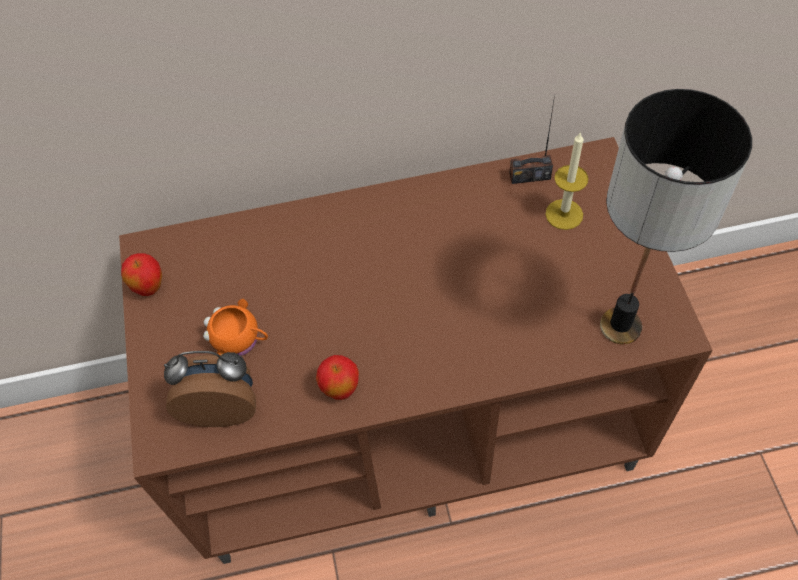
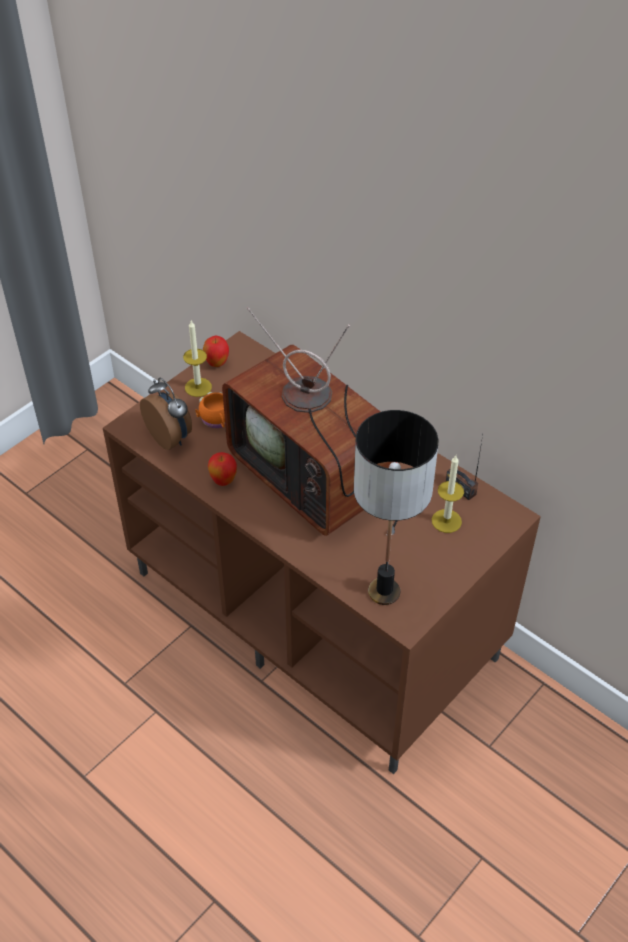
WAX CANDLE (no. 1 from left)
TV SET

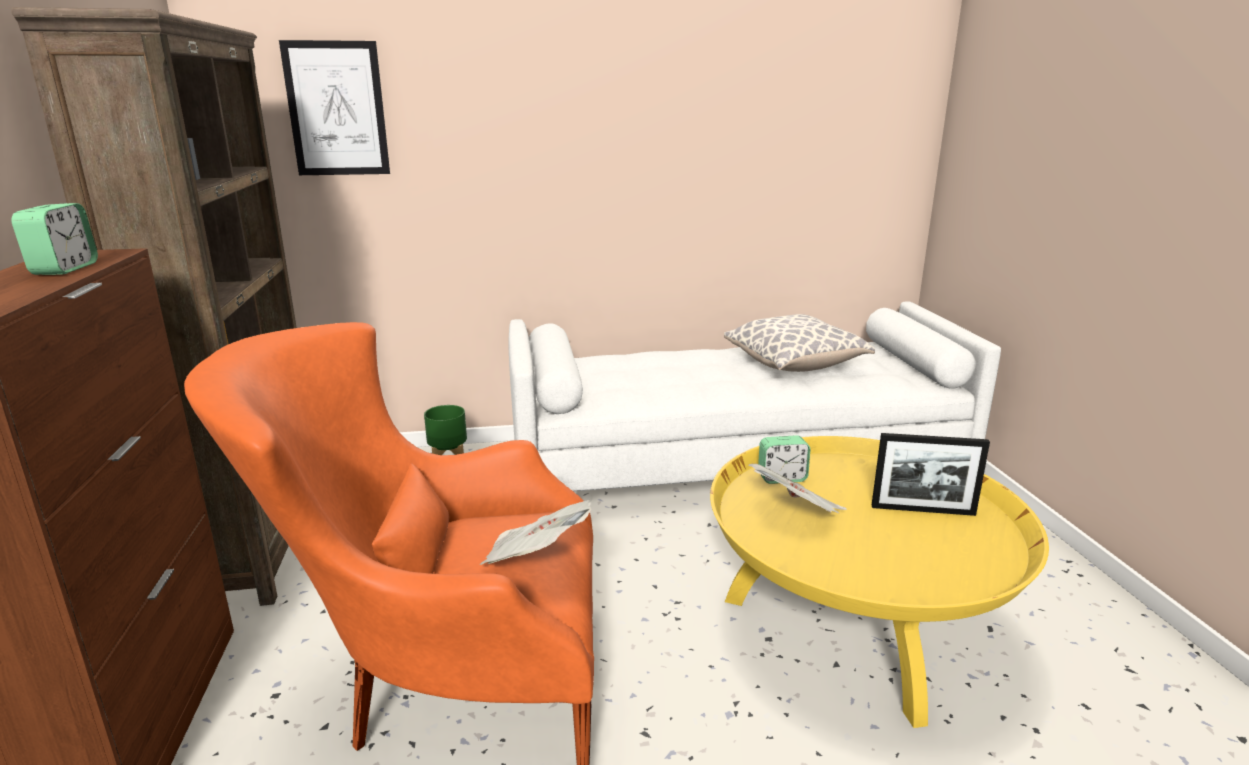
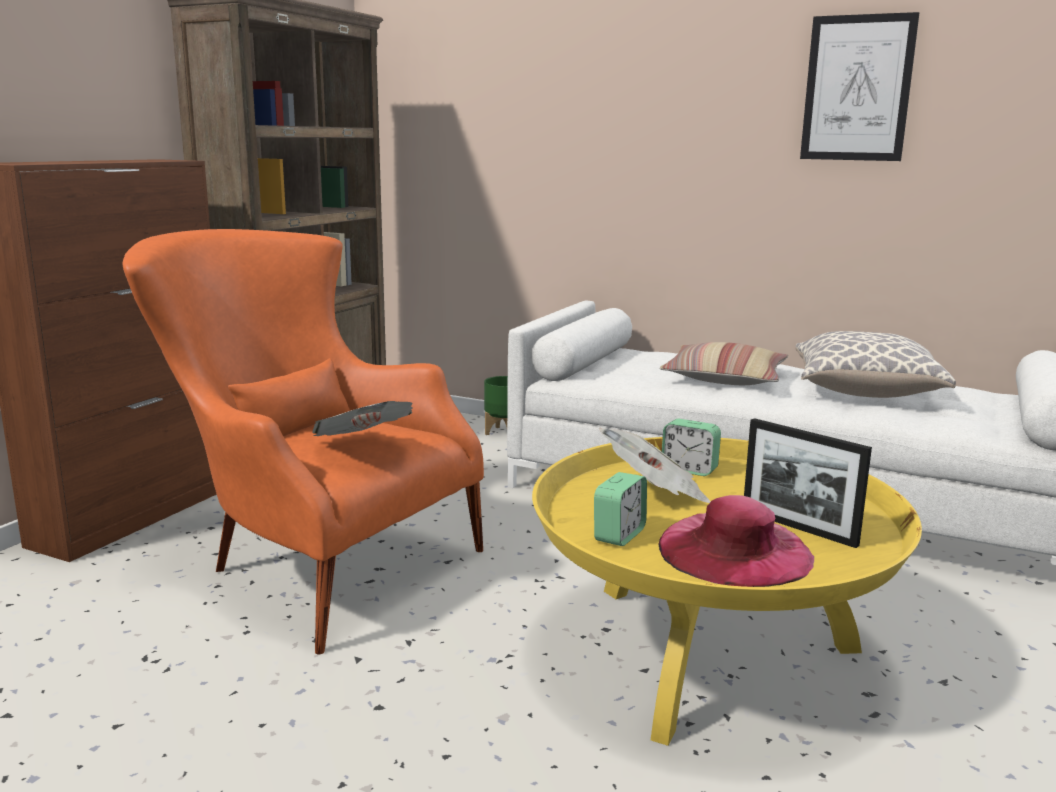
BEDSIDE CLOCK (no. 1 from left)
WALL PICTURE
PINK CLOTHING HAT
THROW PILLOW (no. 1 from left)

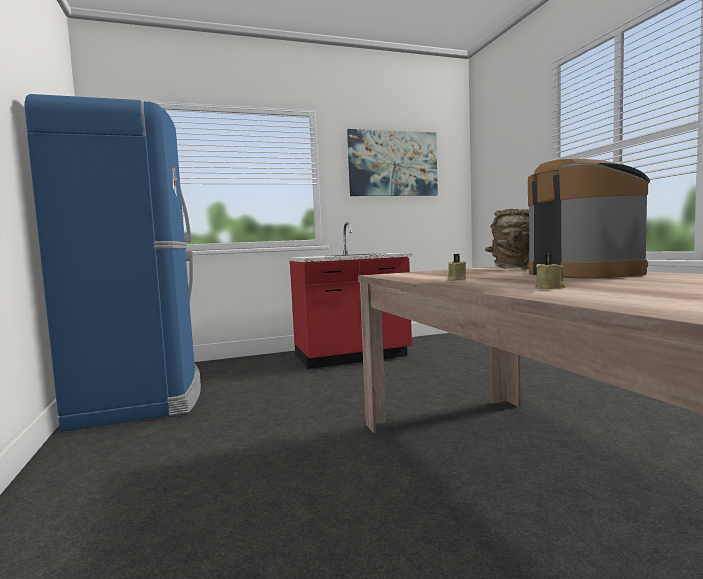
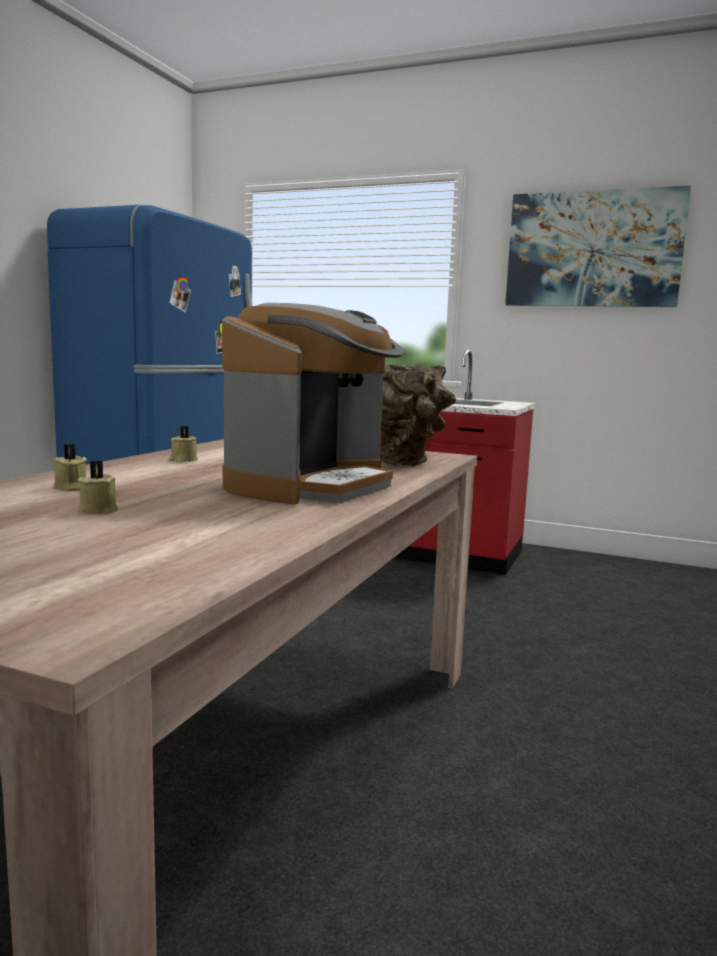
BEIGE-COLOURED WAX CANDLE (no. 2 from left)

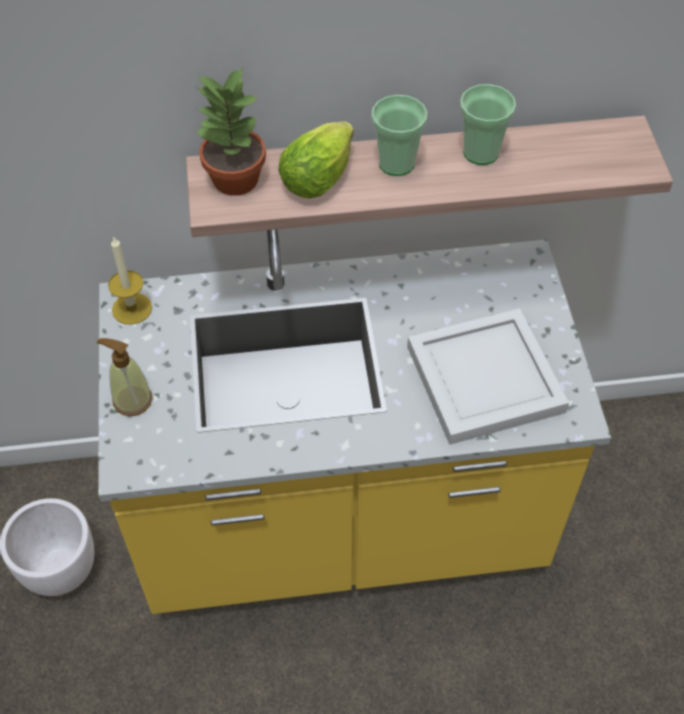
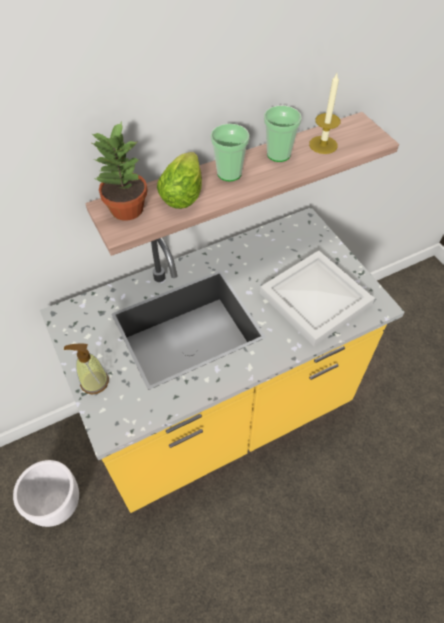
WAX CANDLE

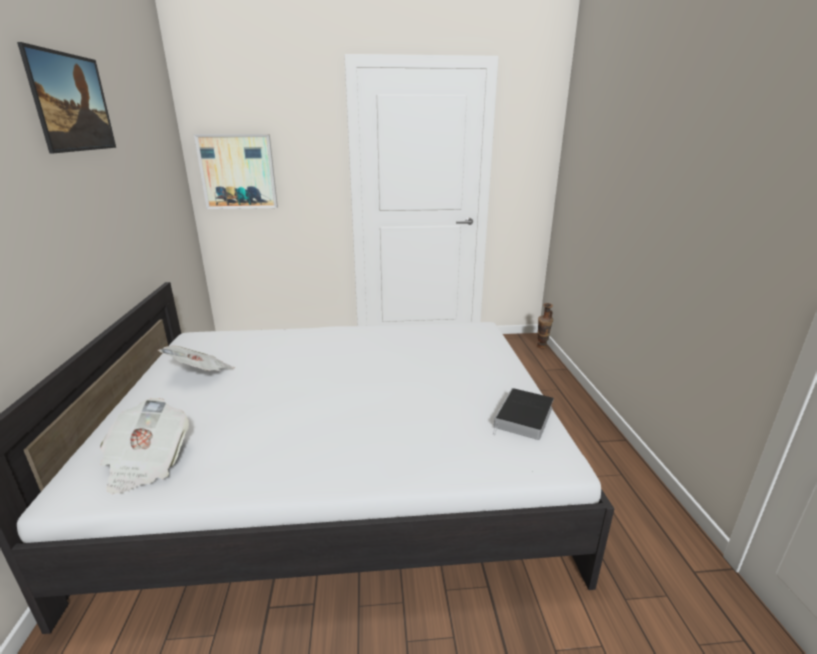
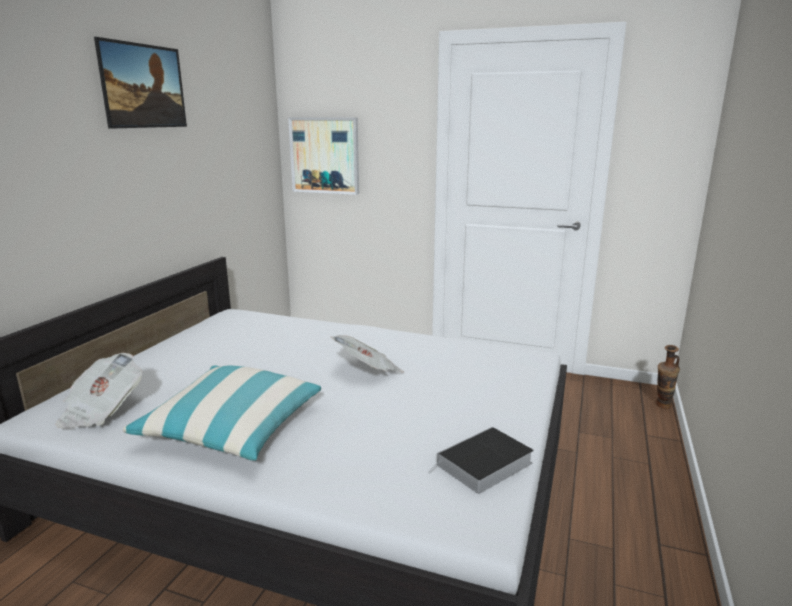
PRINTED PAPER (no. 2 from left)
THROW PILLOW

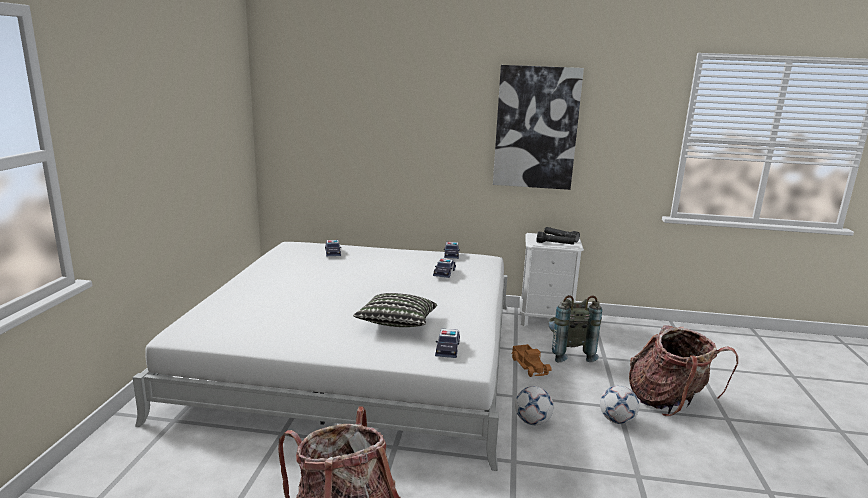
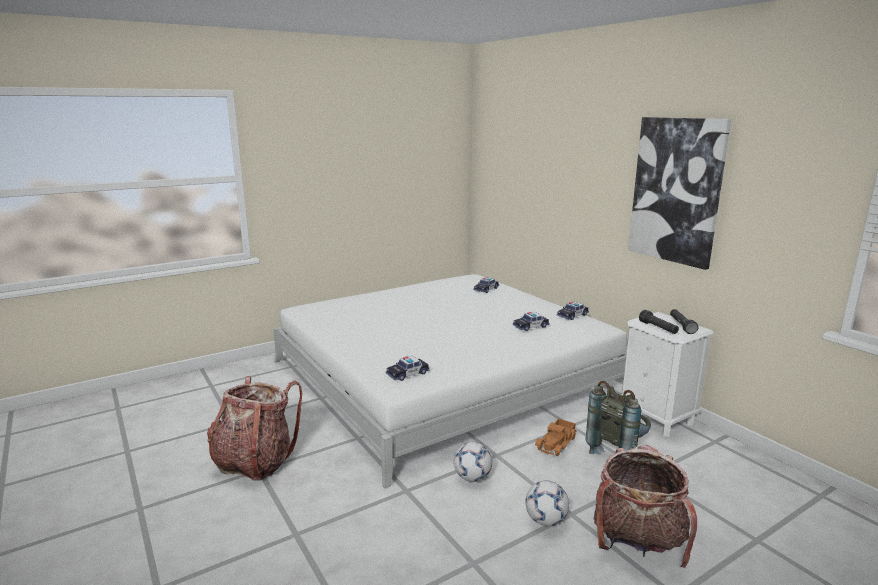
THROW PILLOW

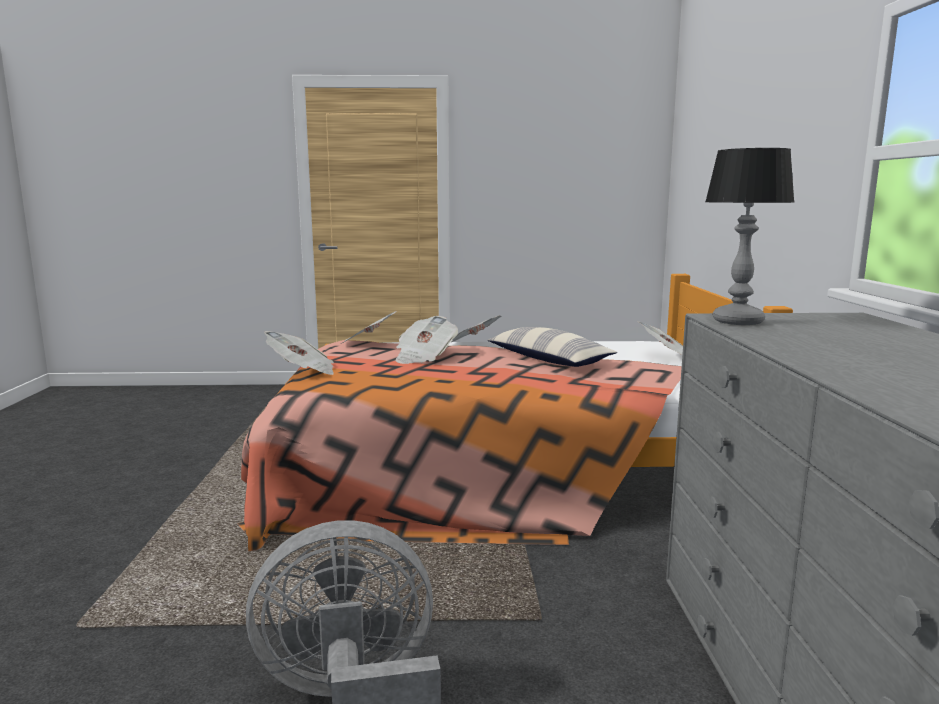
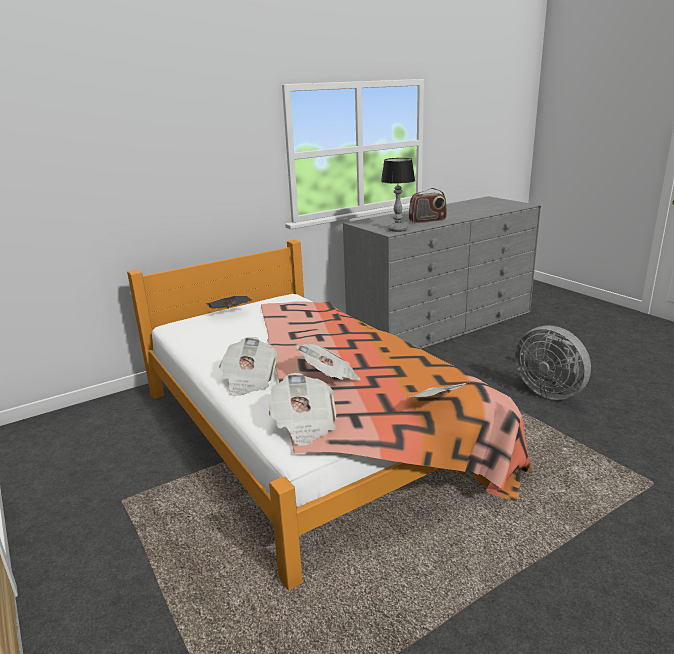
THROW PILLOW
RADIO

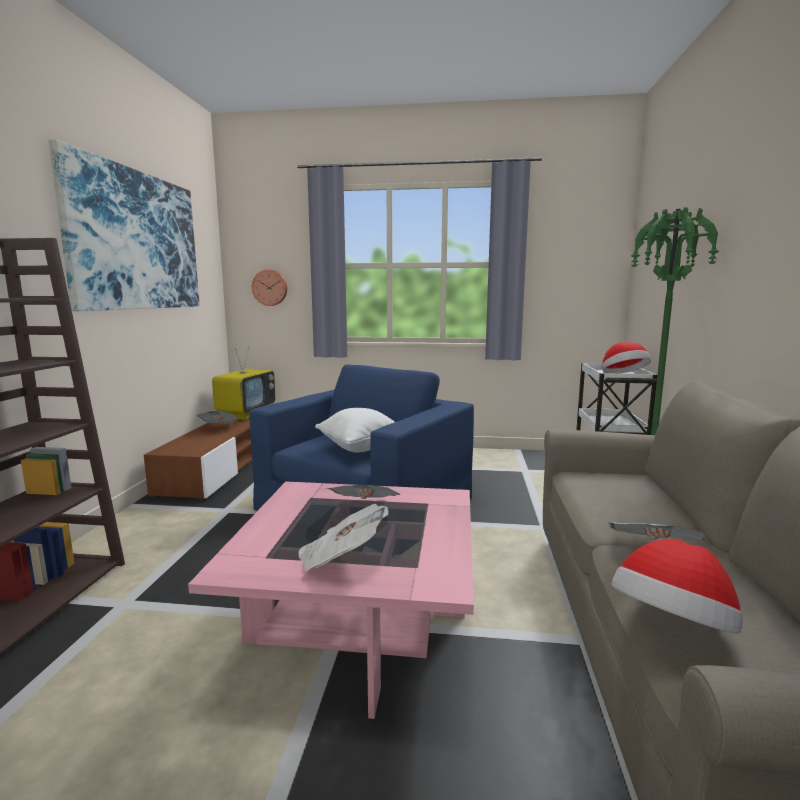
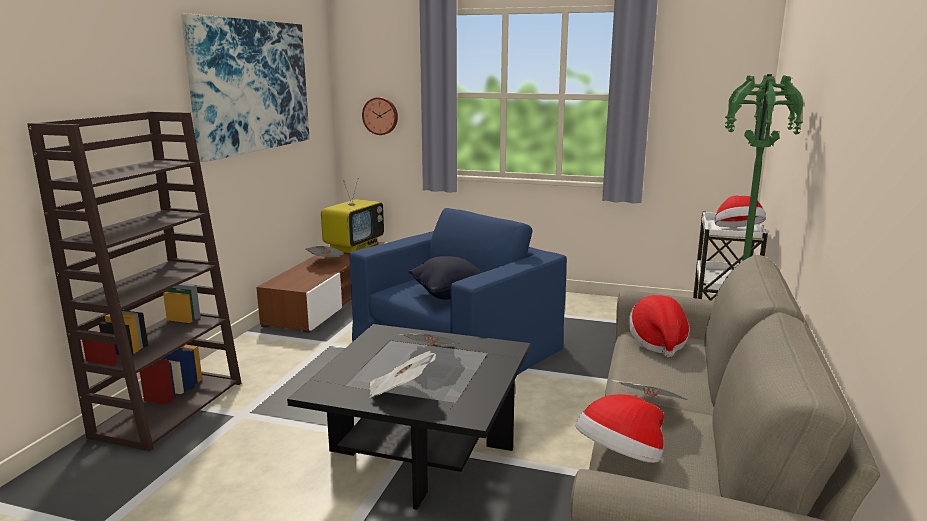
BLACKISH COFFEE TABLE
BLACKISH THROW PILLOW
CLOTHING HAT (no. 2 from left)

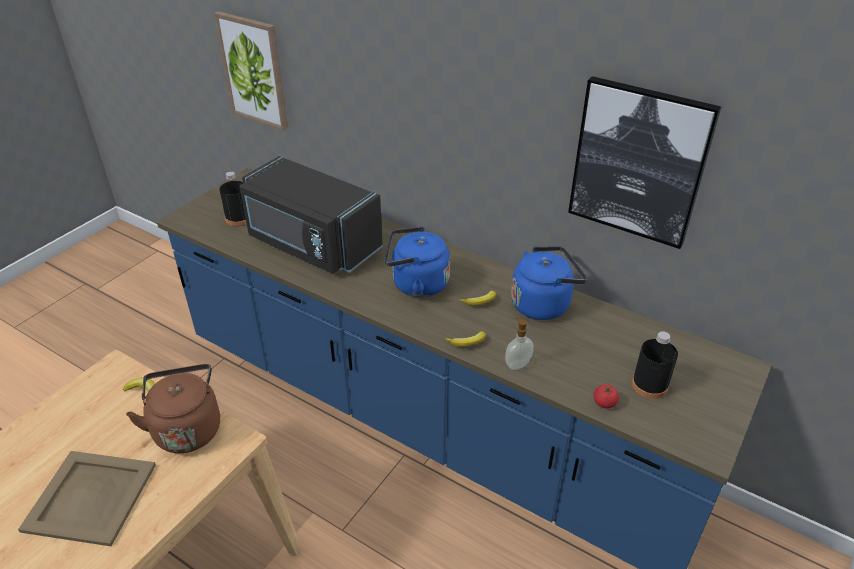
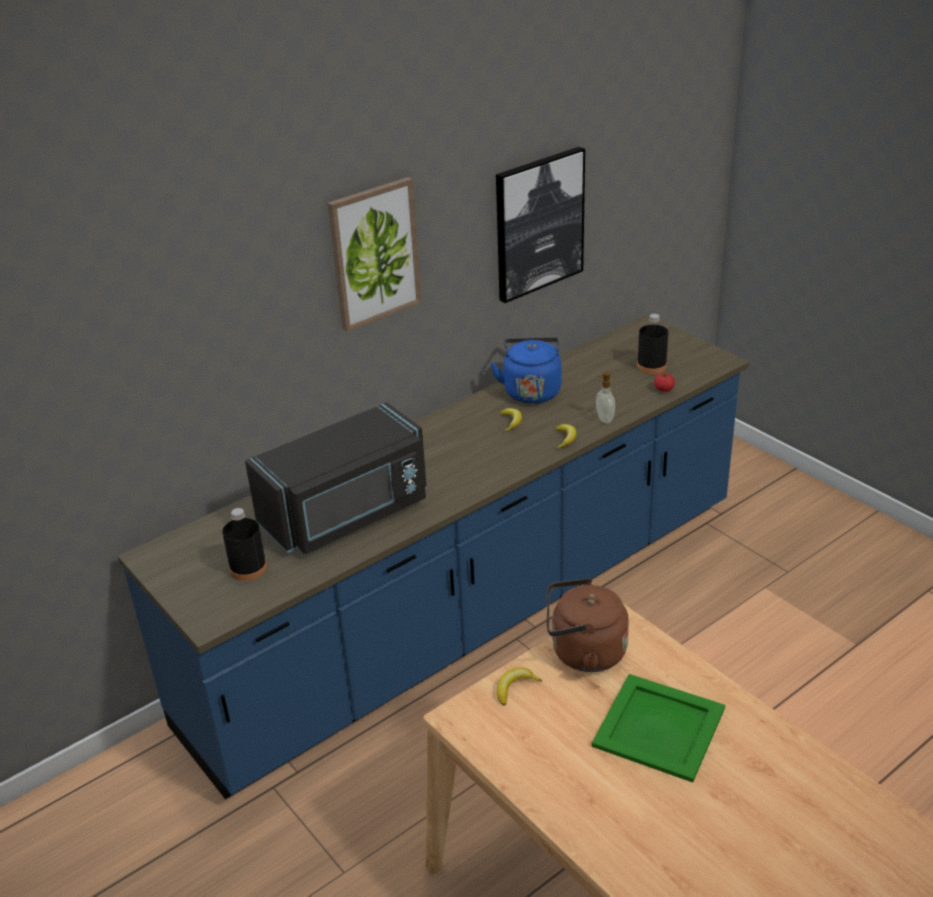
GREEN CARRYING TRAY
WALL PICTURE (no. 1 from left)
BLUISH KETTLE (no. 1 from left in the first image)

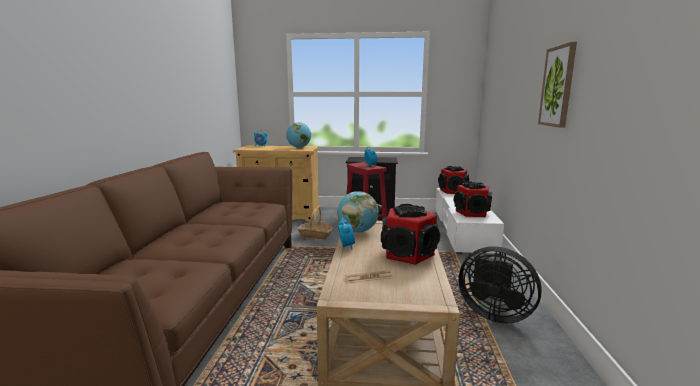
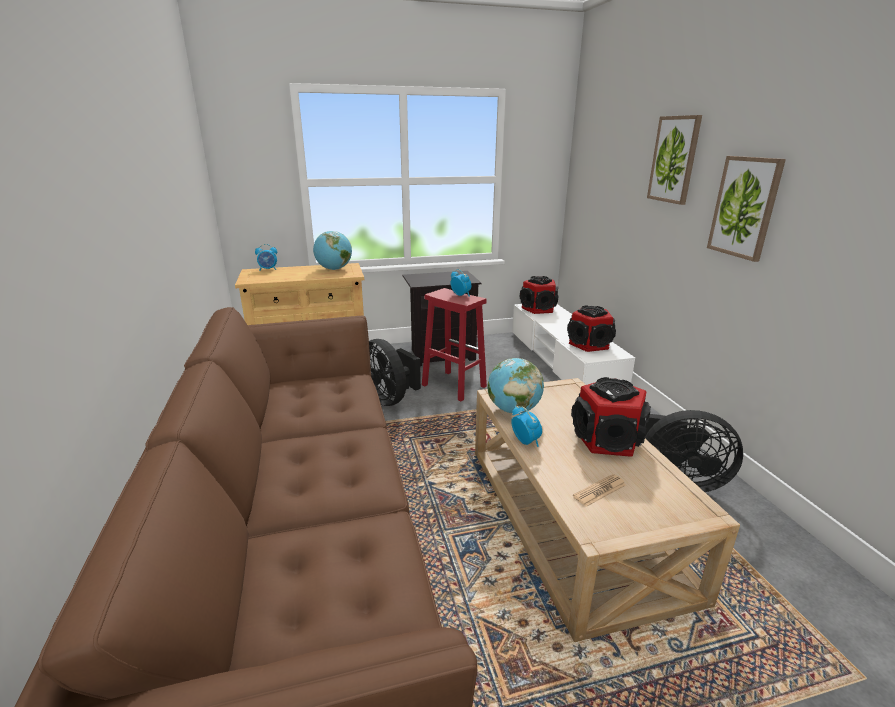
BLACKISH FAN (no. 1 from left)
WALL PICTURE (no. 1 from left)

